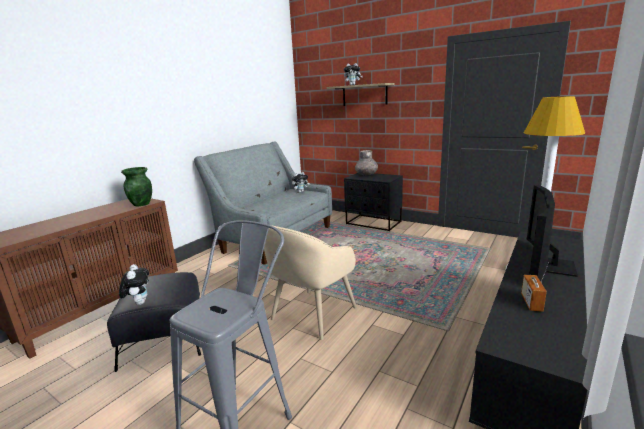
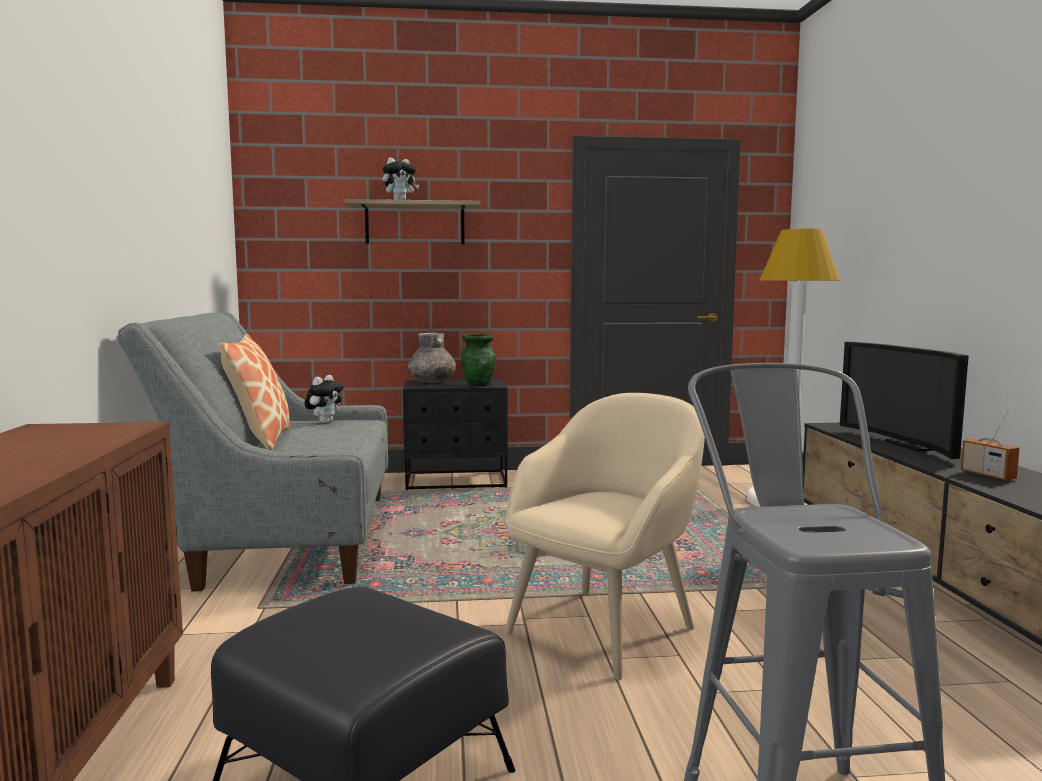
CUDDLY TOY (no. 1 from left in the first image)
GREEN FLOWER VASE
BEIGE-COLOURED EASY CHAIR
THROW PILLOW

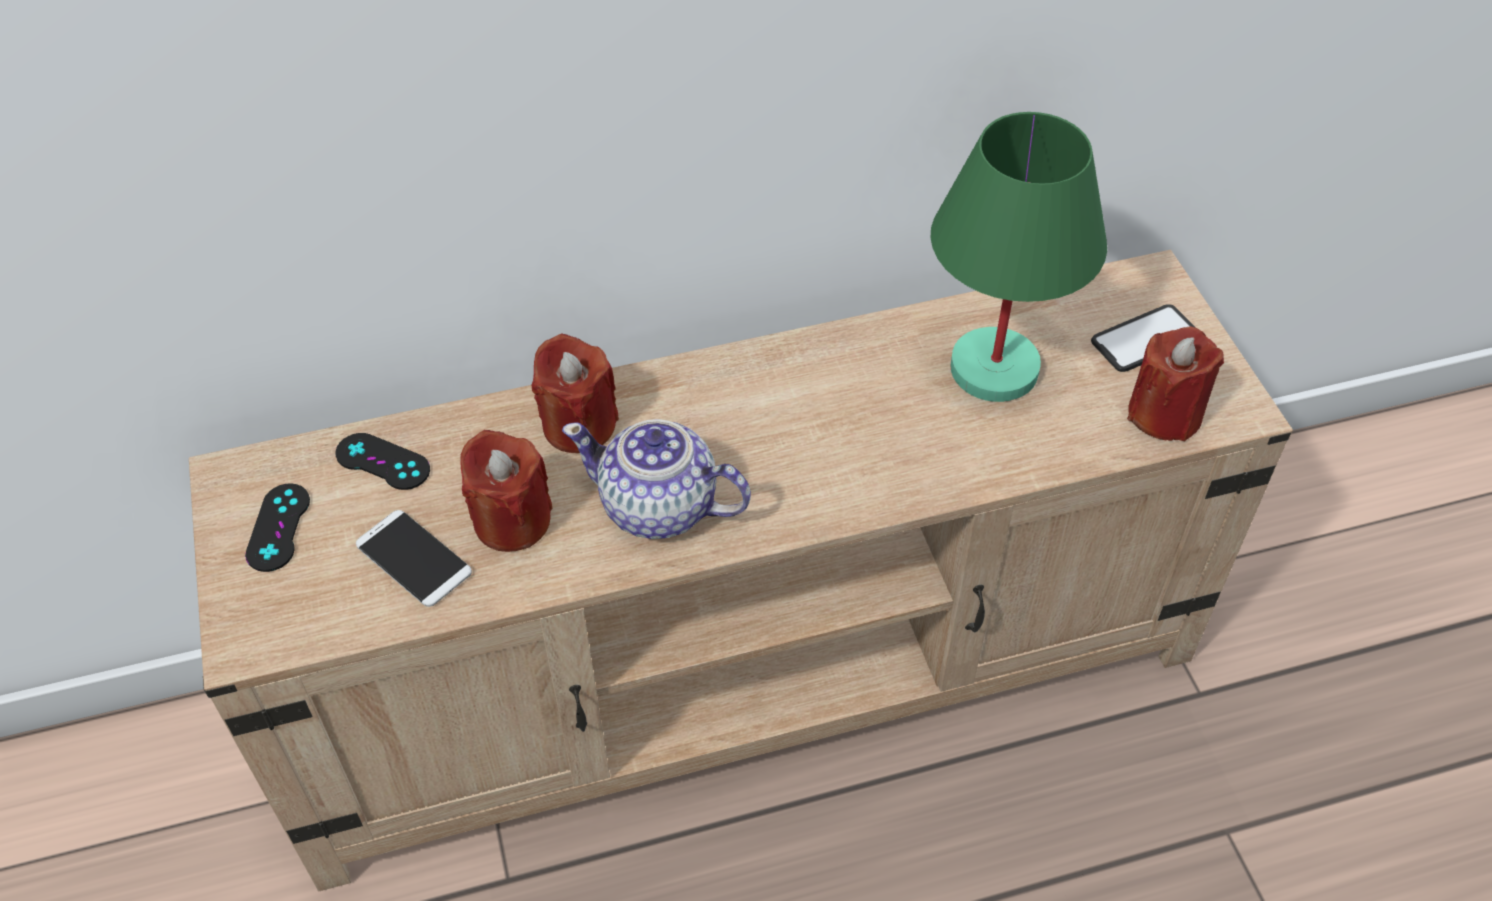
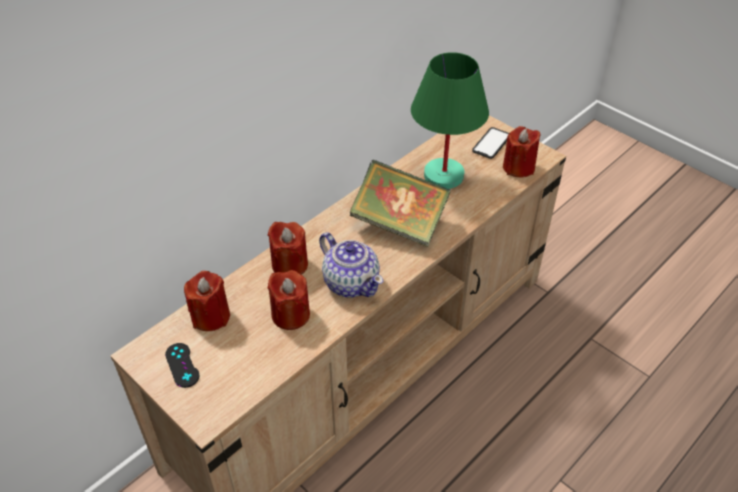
RED WAX CANDLE (no. 1 from left)
TELEPHONE (no. 1 from left in the first image)
POT FOR TEA
VOLUME

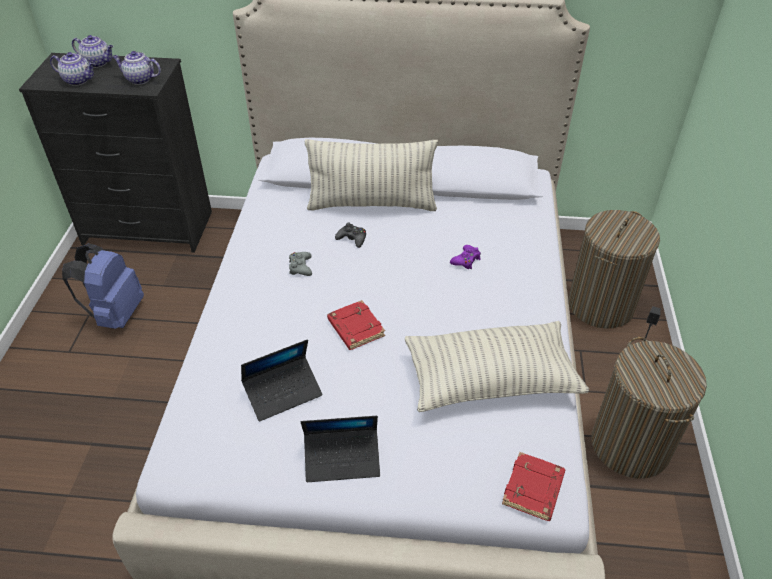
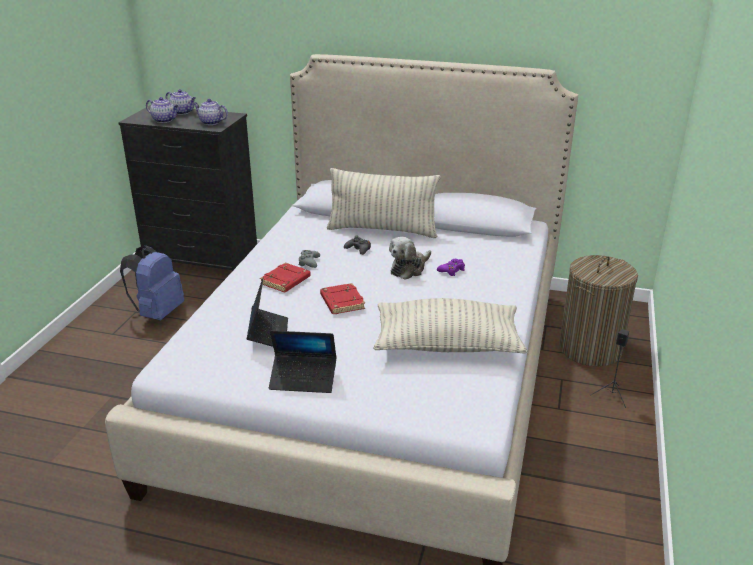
LAPTOP (no. 1 from left)
RED VOLUME (no. 1 from left)
WASHING BASKET (no. 2 from left in the first image)
CUDDLY TOY

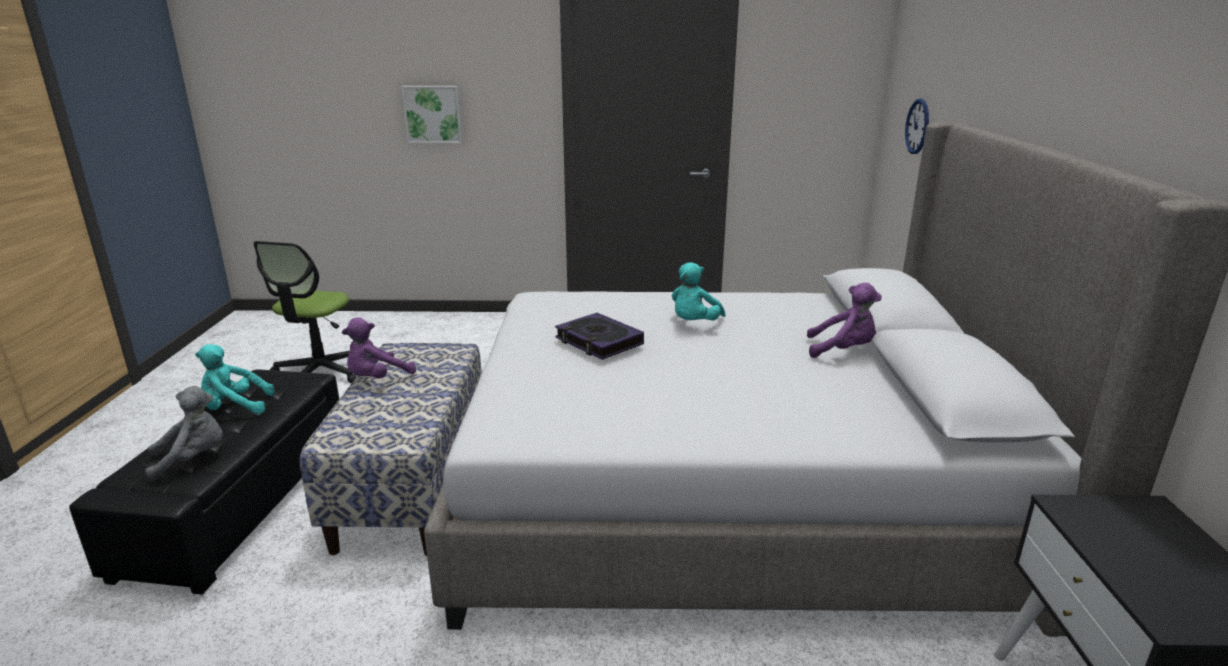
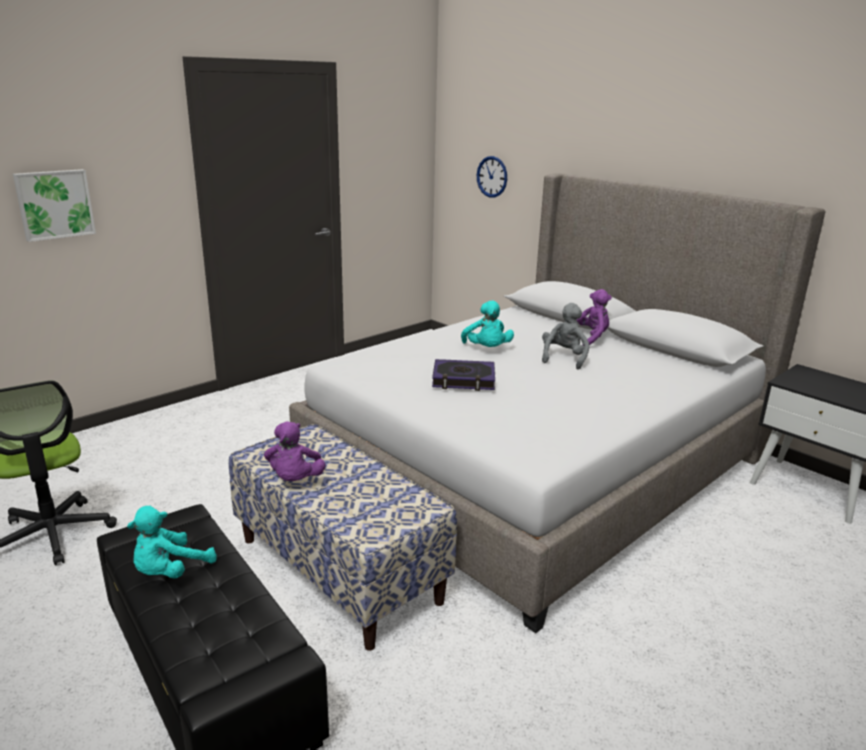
GREYISH CUDDLY TOY

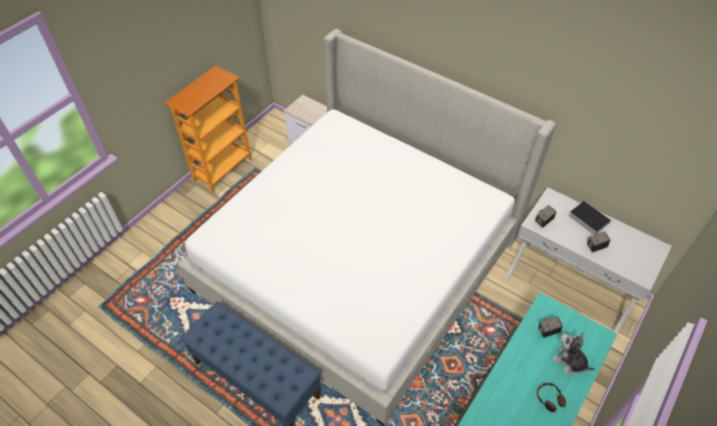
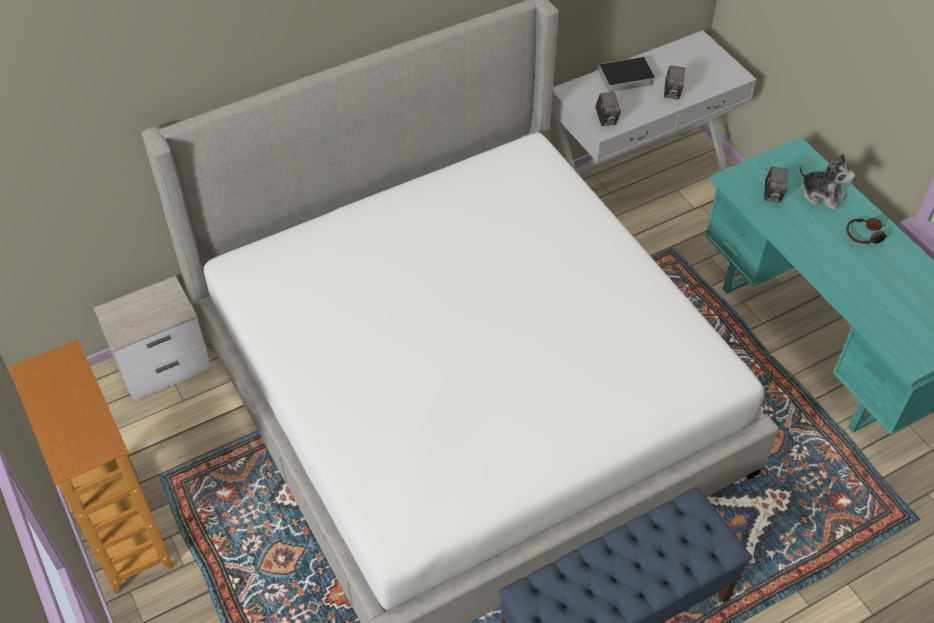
CUDDLY TOY

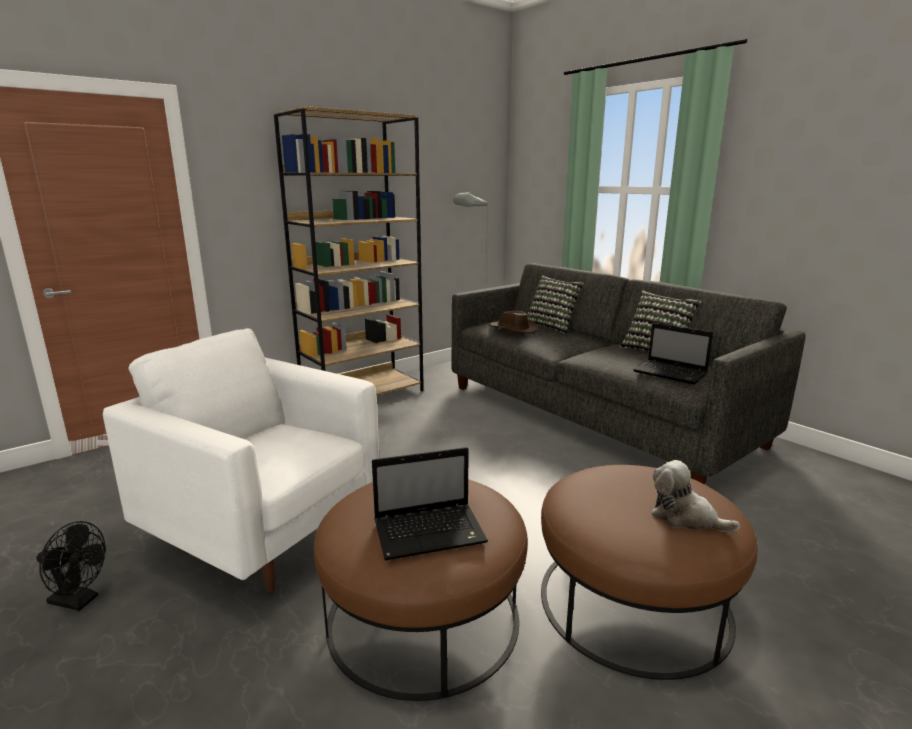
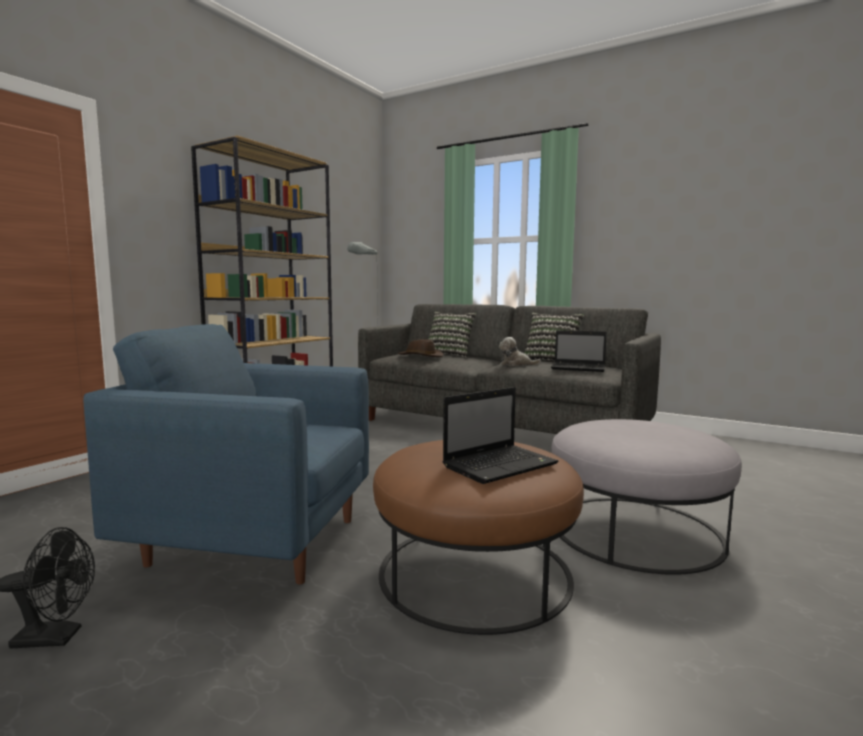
BLUISH EASY CHAIR
GREYISH POUFFE
CUDDLY TOY

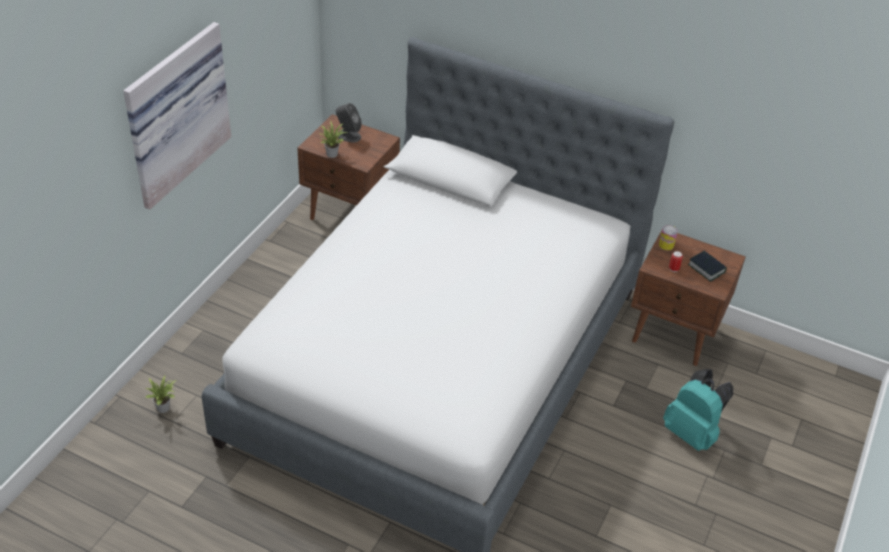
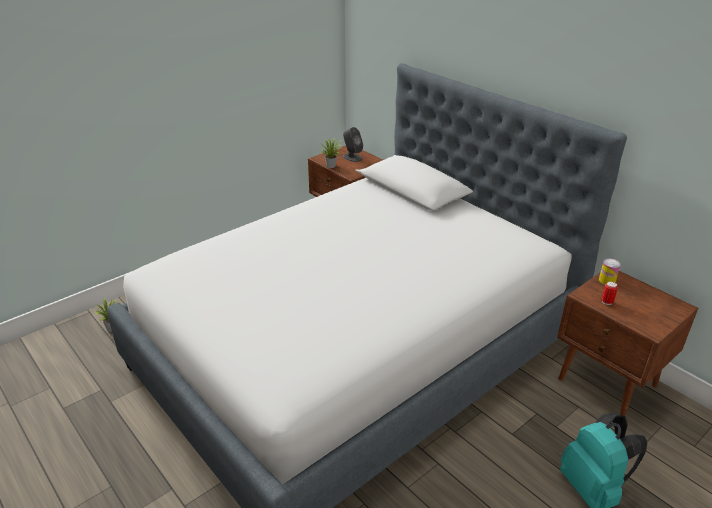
WALL PICTURE
VOLUME

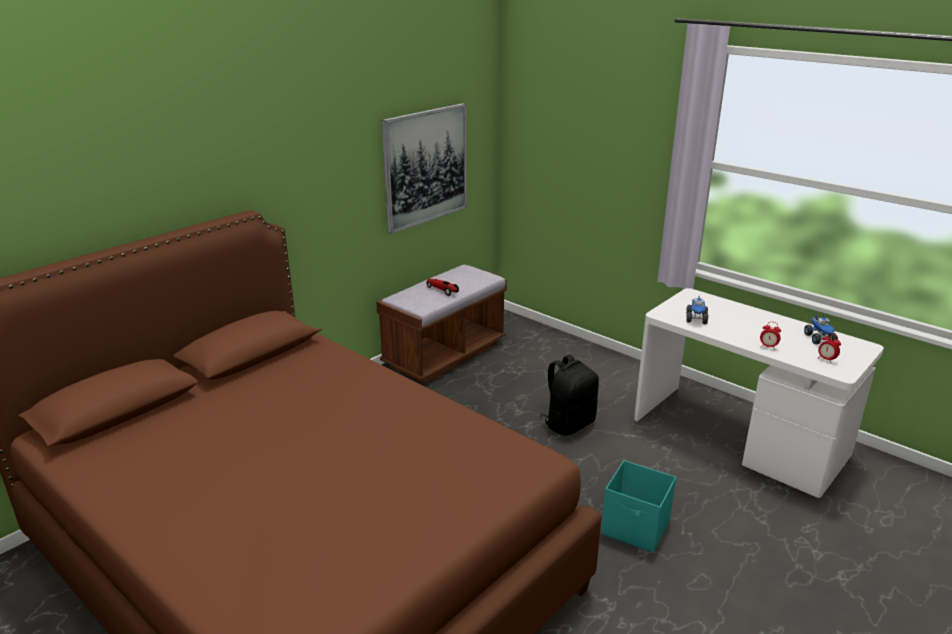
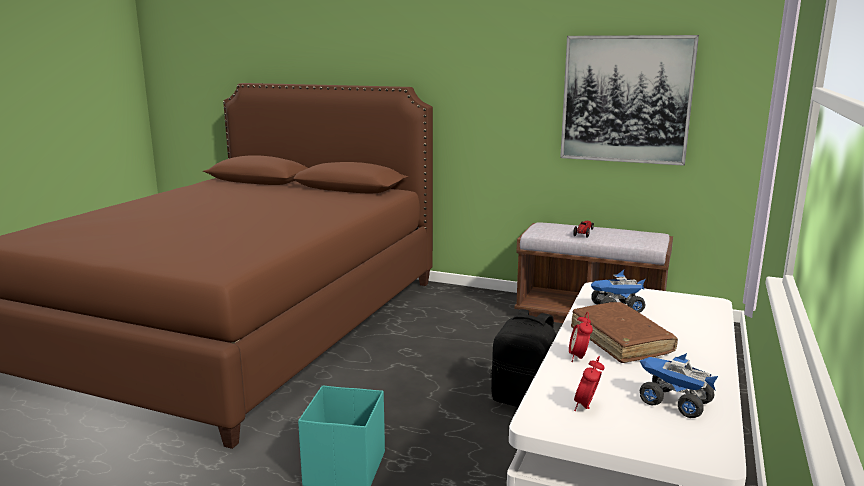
TOY TRUCK (no. 2 from left)
BROWNISH VOLUME

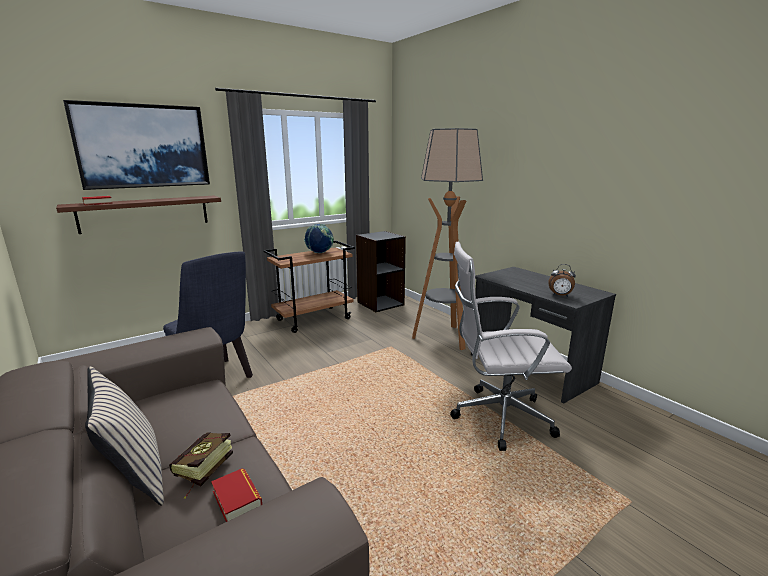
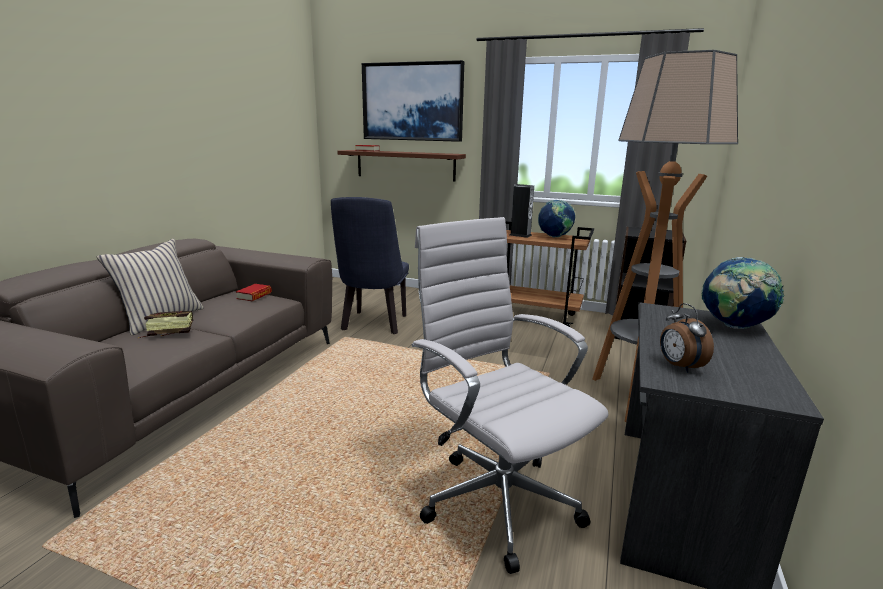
VOLUME (no. 2 from left)
SPEAKER
WORLD GLOBE (no. 2 from left)

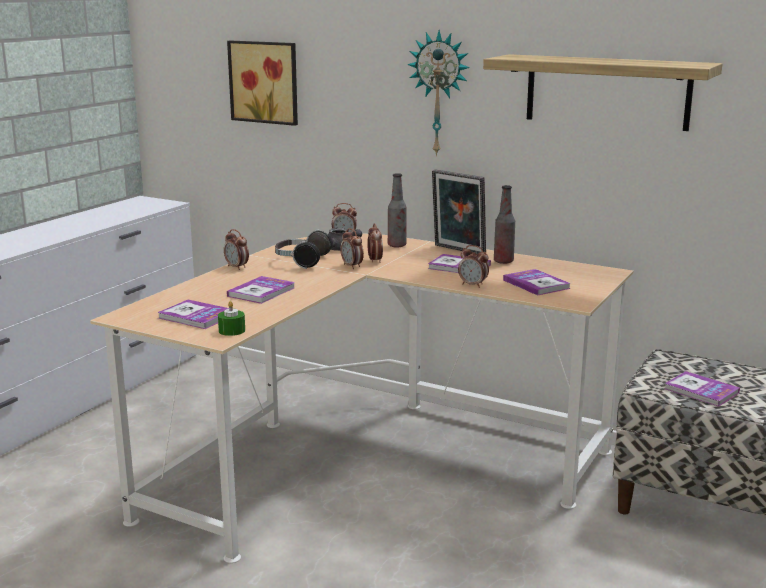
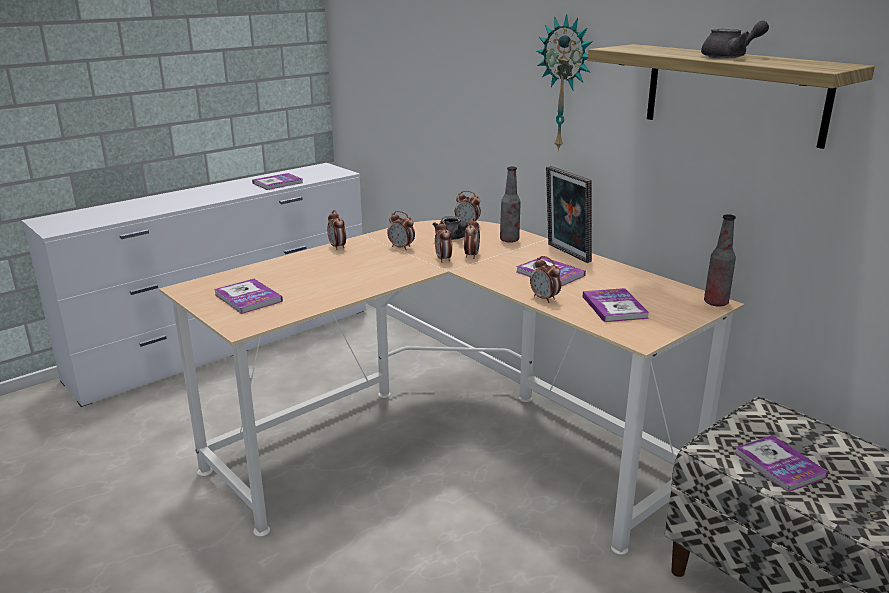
GREEN WAX CANDLE
WALL PICTURE
VOLUME (no. 2 from left)
BEDSIDE CLOCK (no. 2 from left)
BOTTLE (no. 2 from left)
GREYISH POT FOR TEA (no. 2 from left)

